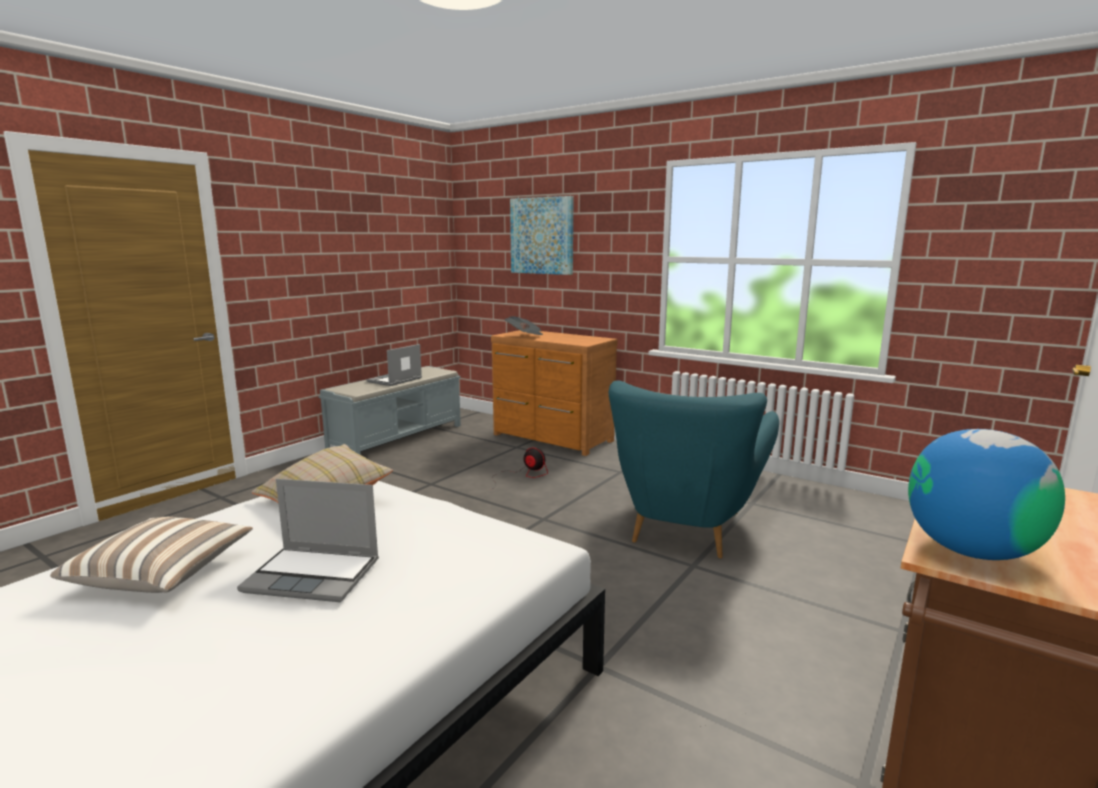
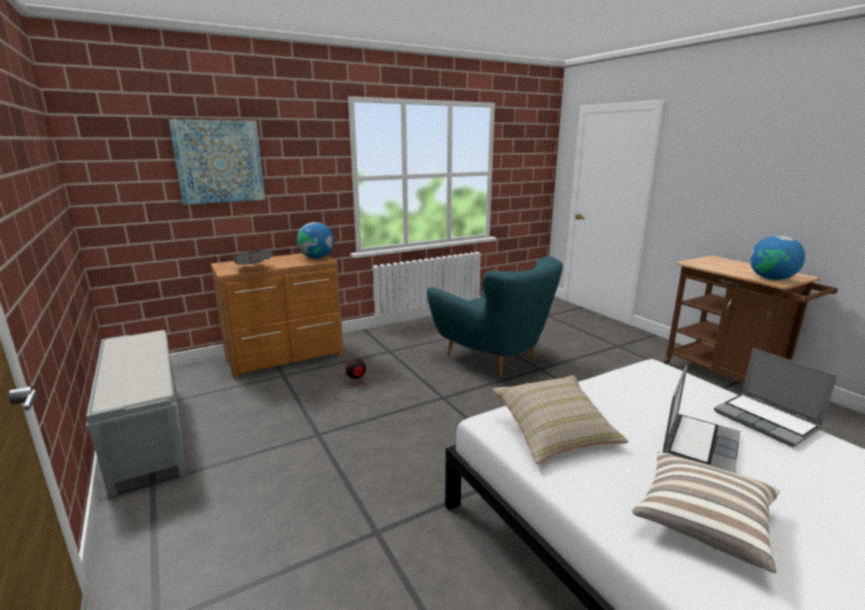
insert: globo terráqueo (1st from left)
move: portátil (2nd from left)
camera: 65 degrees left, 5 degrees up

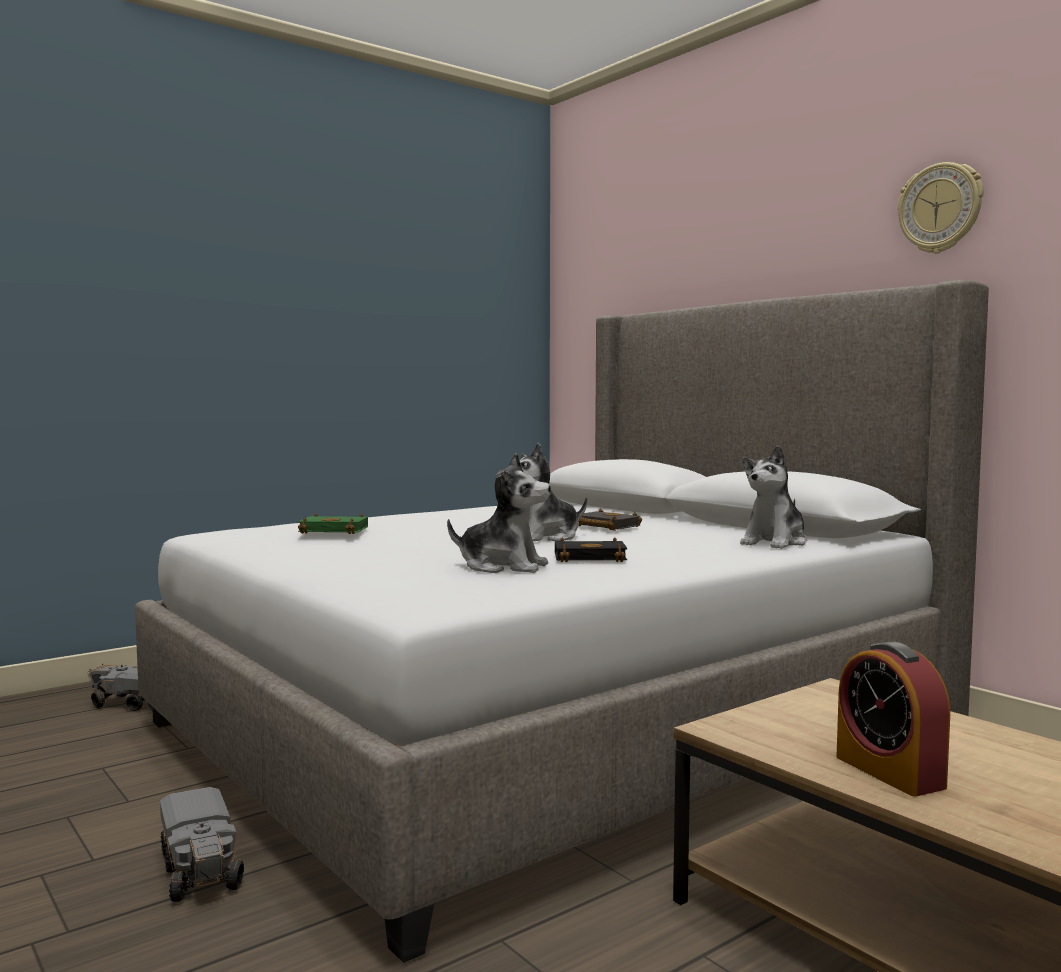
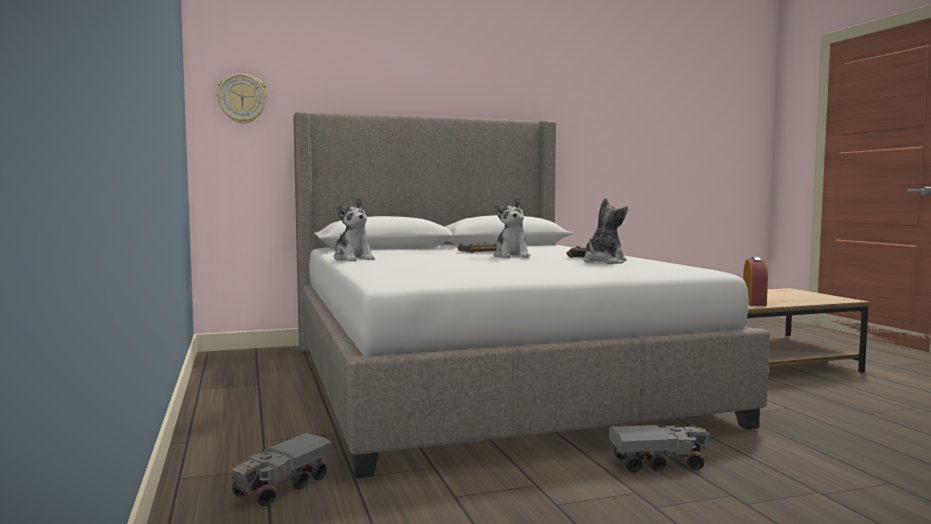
delete: libro (verde)
move: reloj de pared; peluche (3rd from left in the first image) to peluche (1st from left)
rotate: despertador 75 degrees counterclockwise
camera: 70 degrees left, 0 degrees up

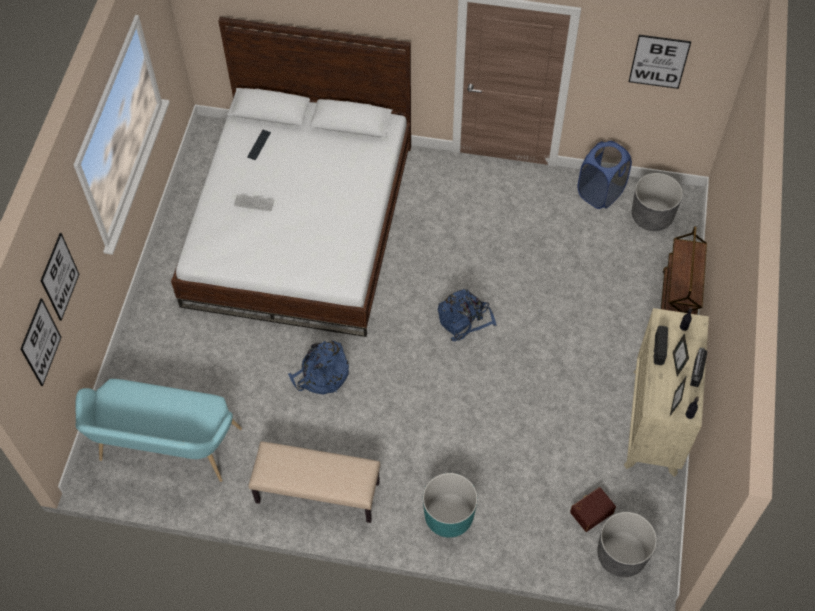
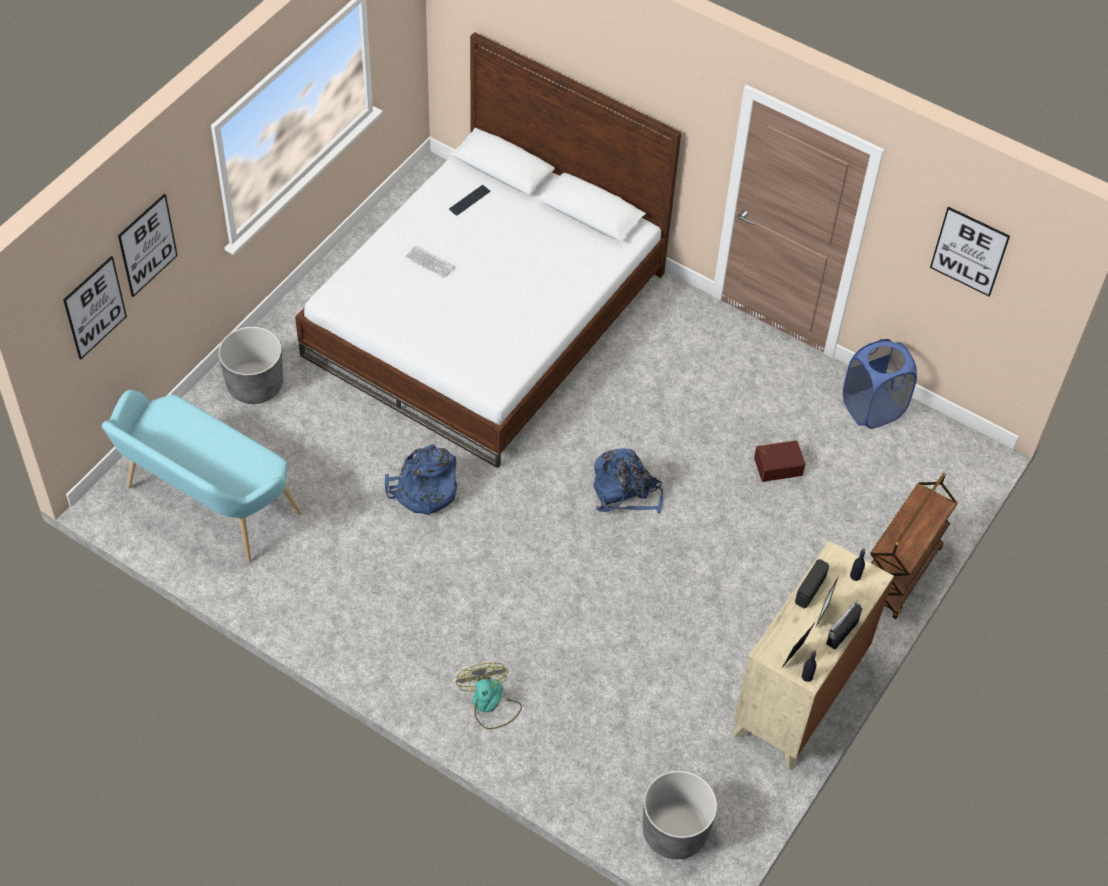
delete: banco (beis)
move: maceta (gris) (2nd from left in the first image) to maceta (gris) (1st from left); caja de almacenaje (marrón)
replace: maceta (turquesa) to ventilador
camera: 20 degrees right, 5 degrees down

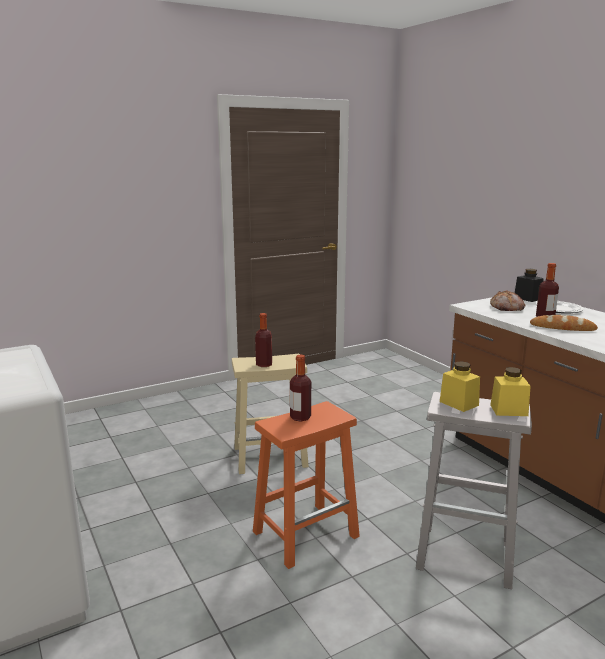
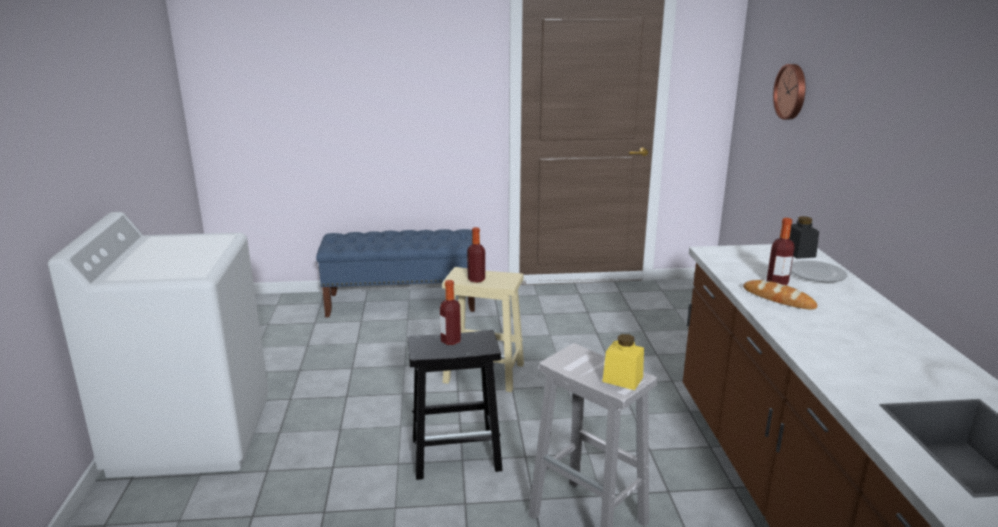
delete: pan (1st from left); tarro (amarillo) (1st from left)
insert: reloj de pared; banco (azul)
recolor: taburete (naranja) to taburete (negro)
camera: 25 degrees right, 5 degrees up

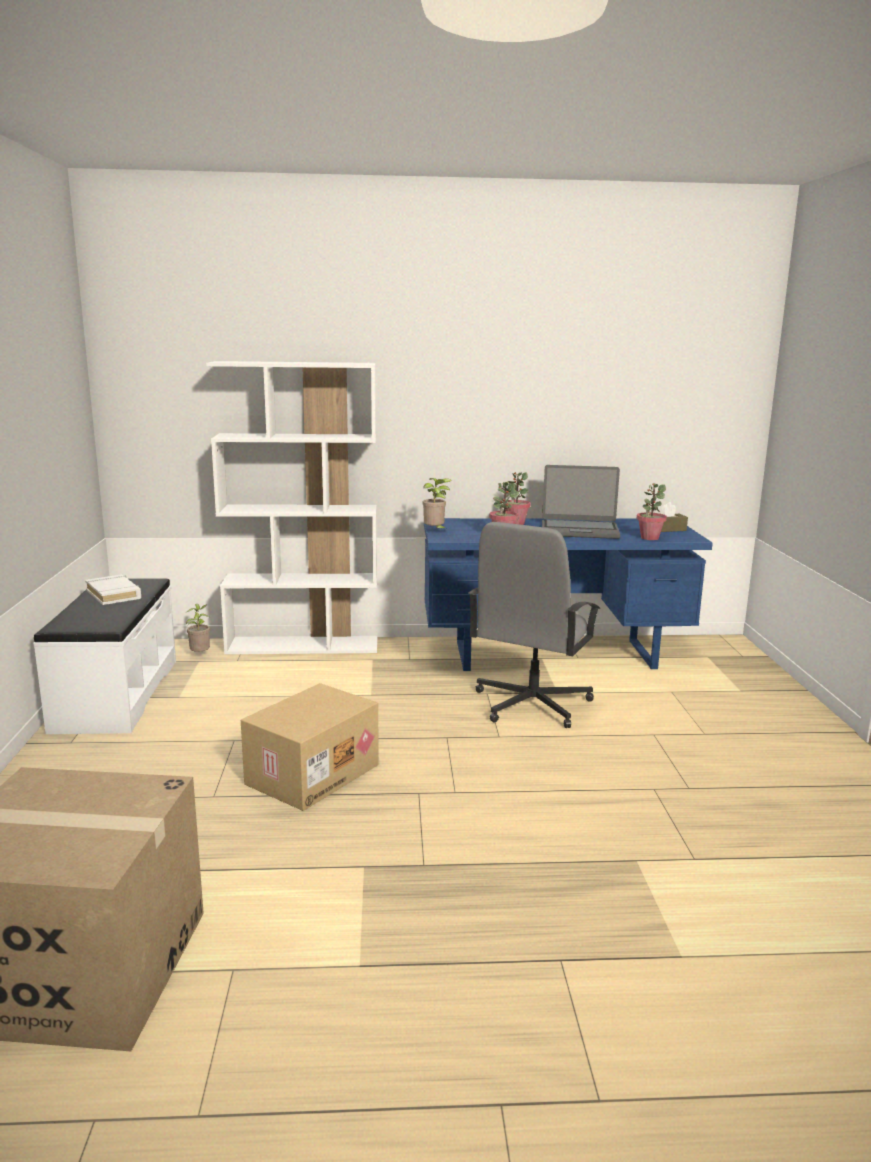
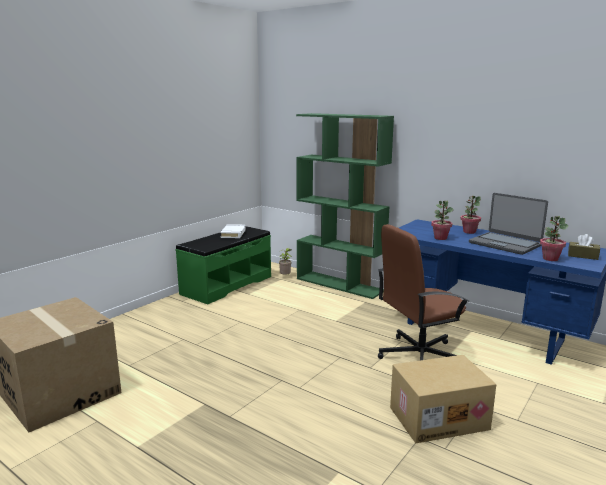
delete: planta en maceta (2nd from left)
move: caja de cartón (2nd from left)
recolor: estantería (blanco) to estantería (verde); silla de oficina (gris) to silla de oficina (marrón); banco (blanco) to banco (verde)
camera: 40 degrees right, 0 degrees up

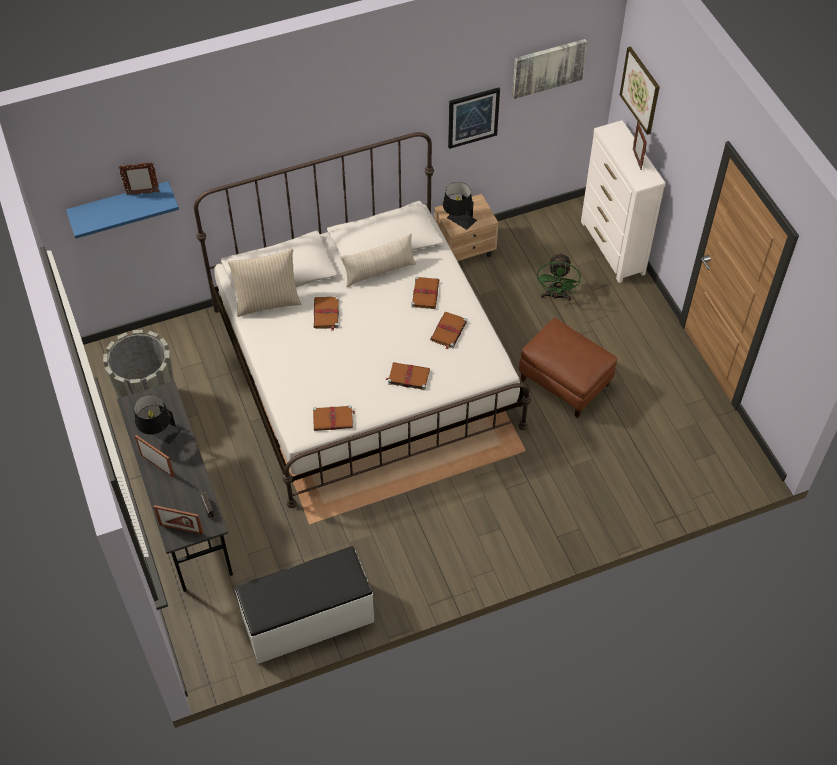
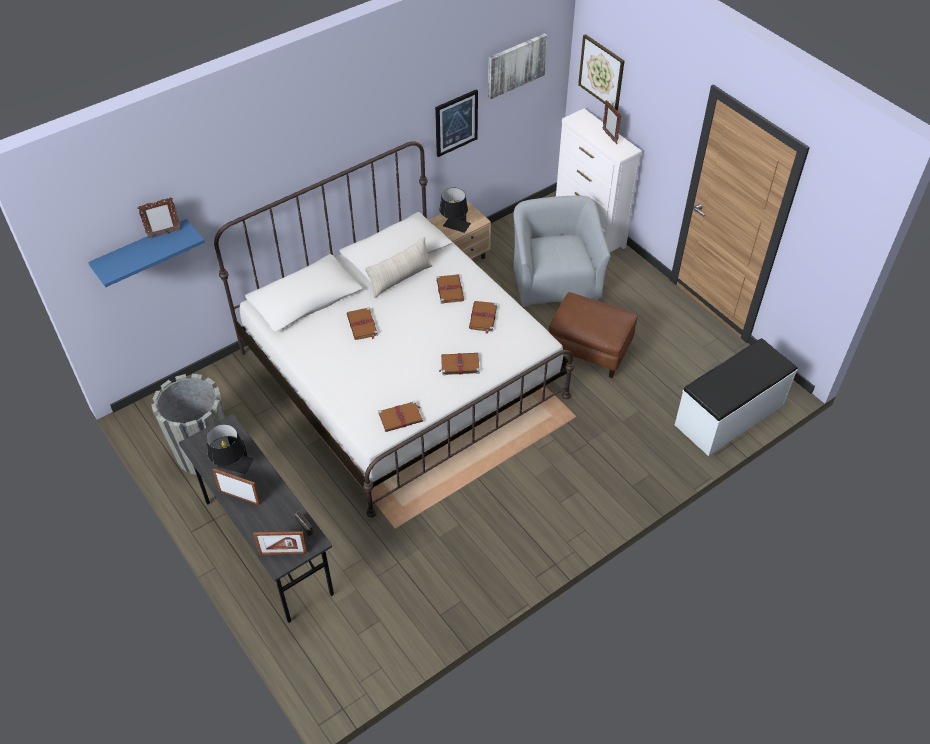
delete: cojín (beis) (1st from left)
move: banco (blanco)
replace: ventilador (verde) to sillón (gris)
camera: 15 degrees left, 5 degrees down

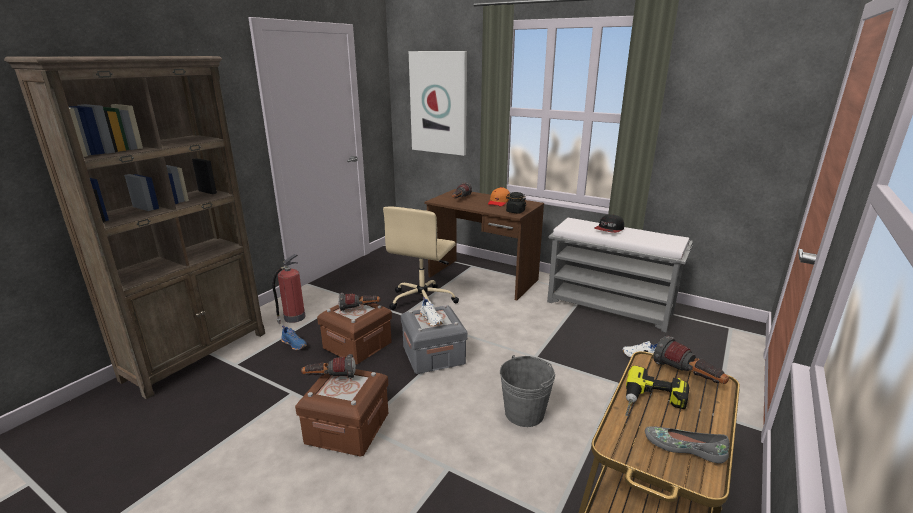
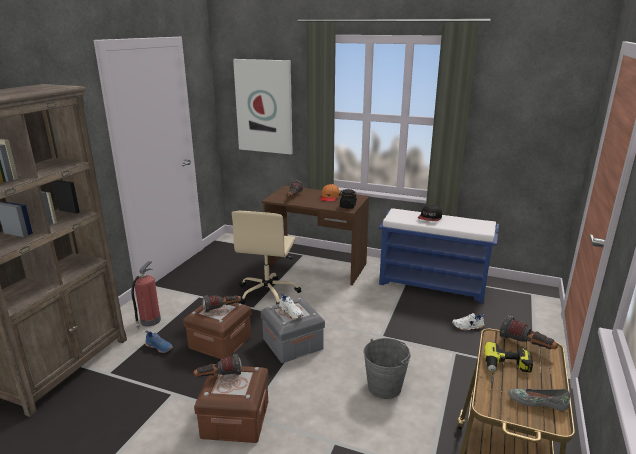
recolor: banco (gris) to banco (azul)
camera: 10 degrees left, 0 degrees up

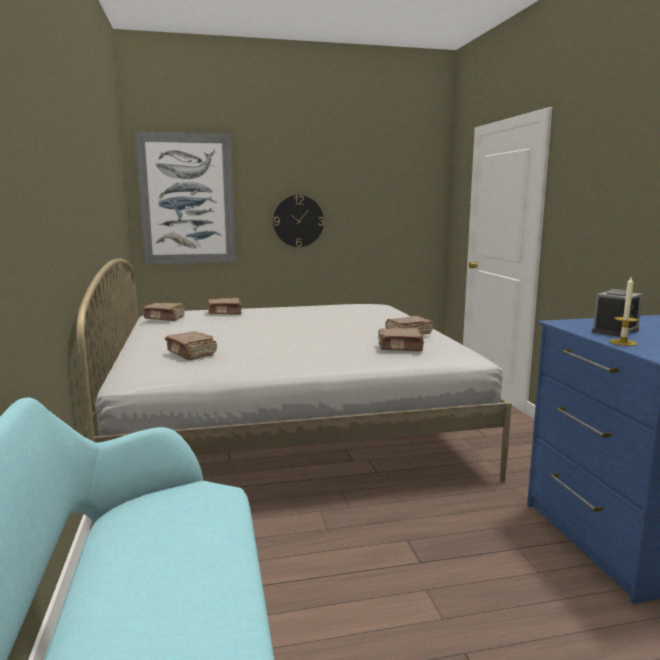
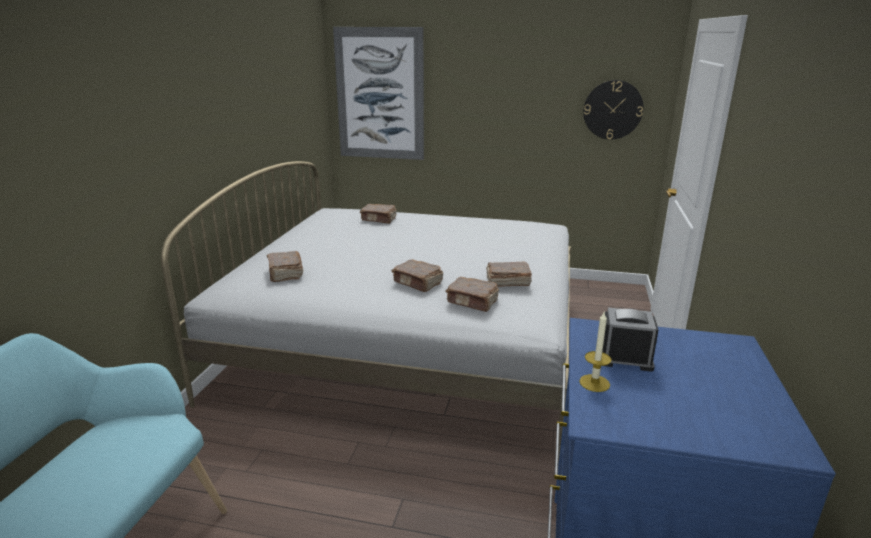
move: reloj de pared; libro (marrón) (1st from left in the first image) to libro (marrón) (3rd from left)
rotate: despertador 150 degrees counterclockwise
camera: 25 degrees right, 10 degrees up

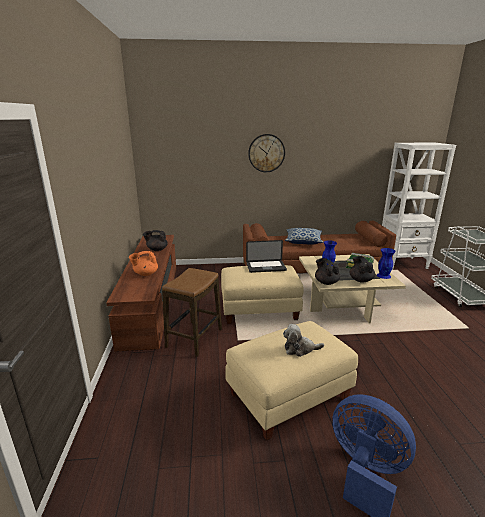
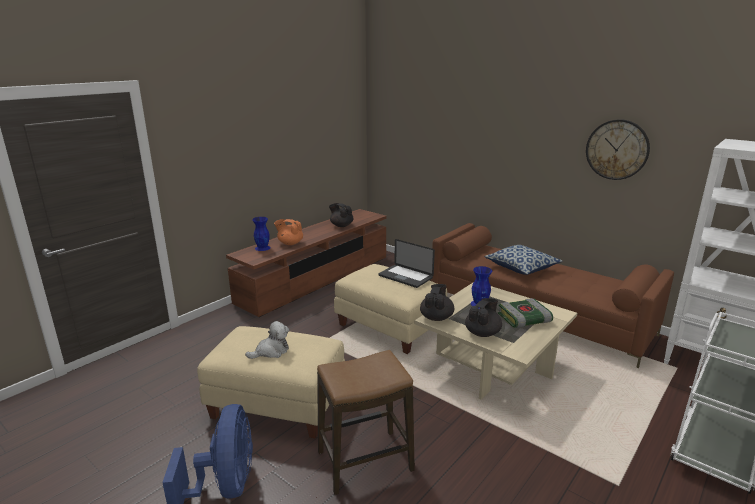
move: reloj de pared; florero (azul) (2nd from left in the first image) to florero (azul) (1st from left); taburete
rotate: peluche 105 degrees clockwise
camera: 45 degrees right, 0 degrees up

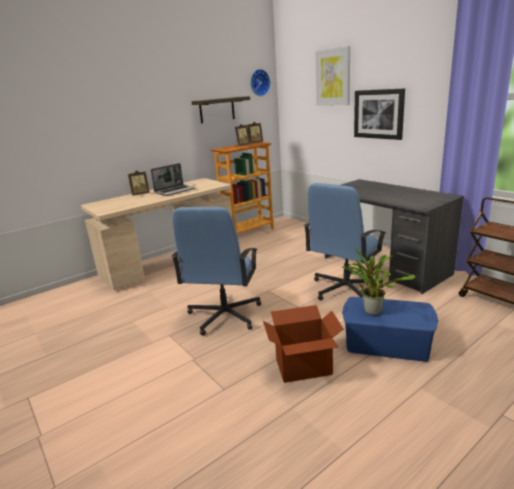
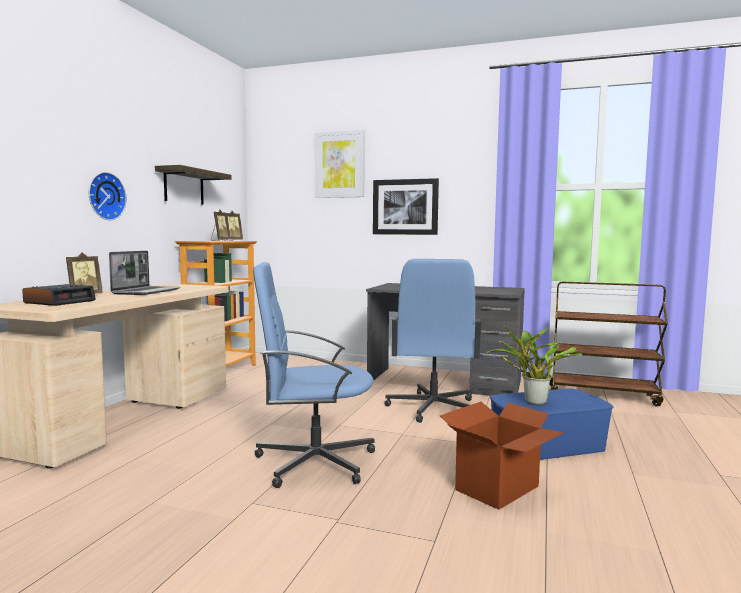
insert: despertador
move: reloj de pared
rotate: silla de oficina (azul) (1st from left) 105 degrees clockwise
camera: 35 degrees left, 15 degrees down

